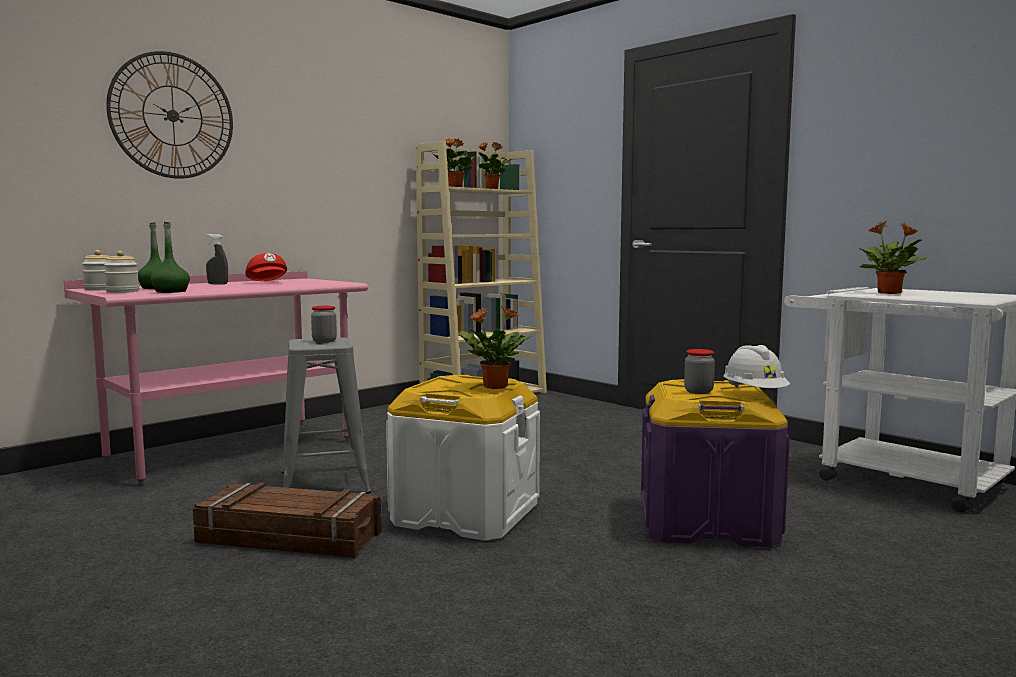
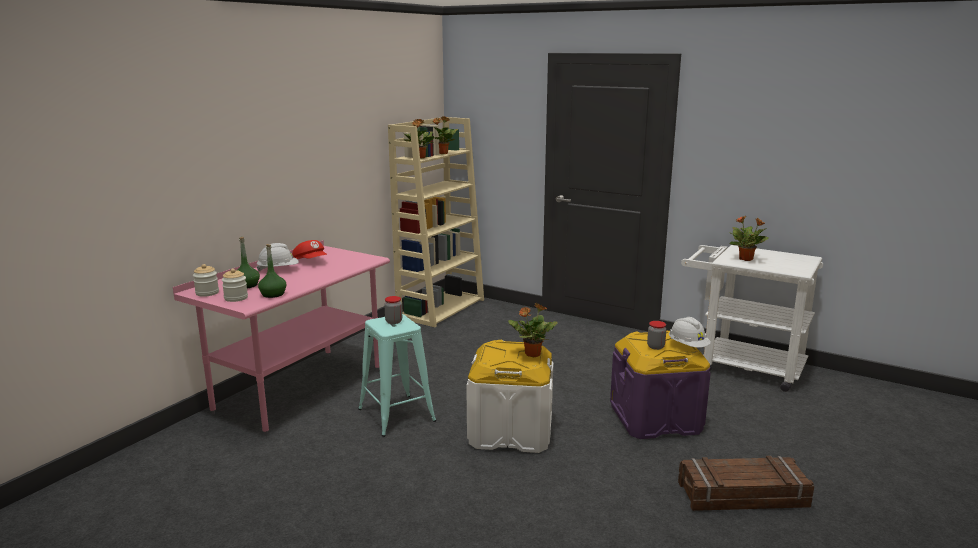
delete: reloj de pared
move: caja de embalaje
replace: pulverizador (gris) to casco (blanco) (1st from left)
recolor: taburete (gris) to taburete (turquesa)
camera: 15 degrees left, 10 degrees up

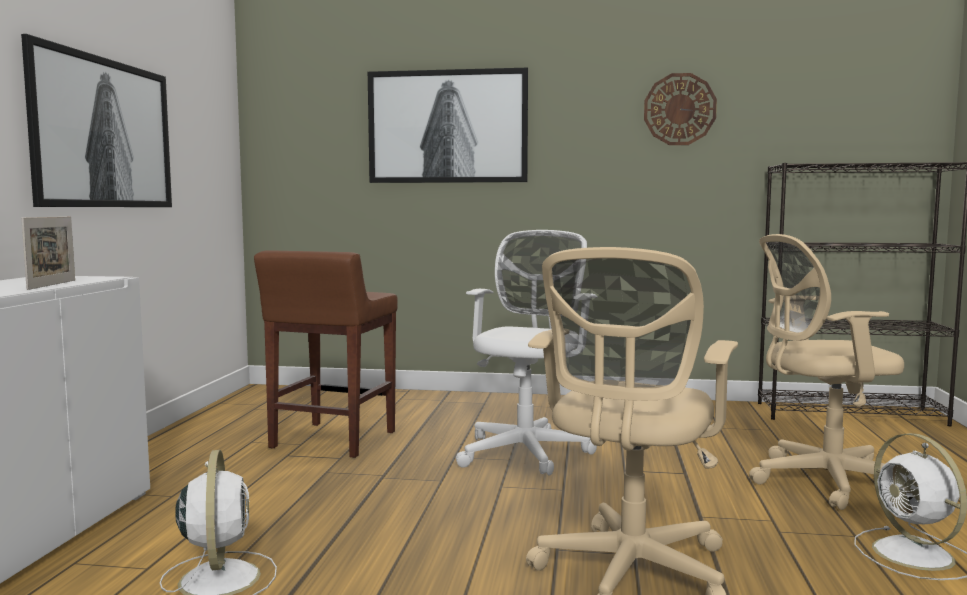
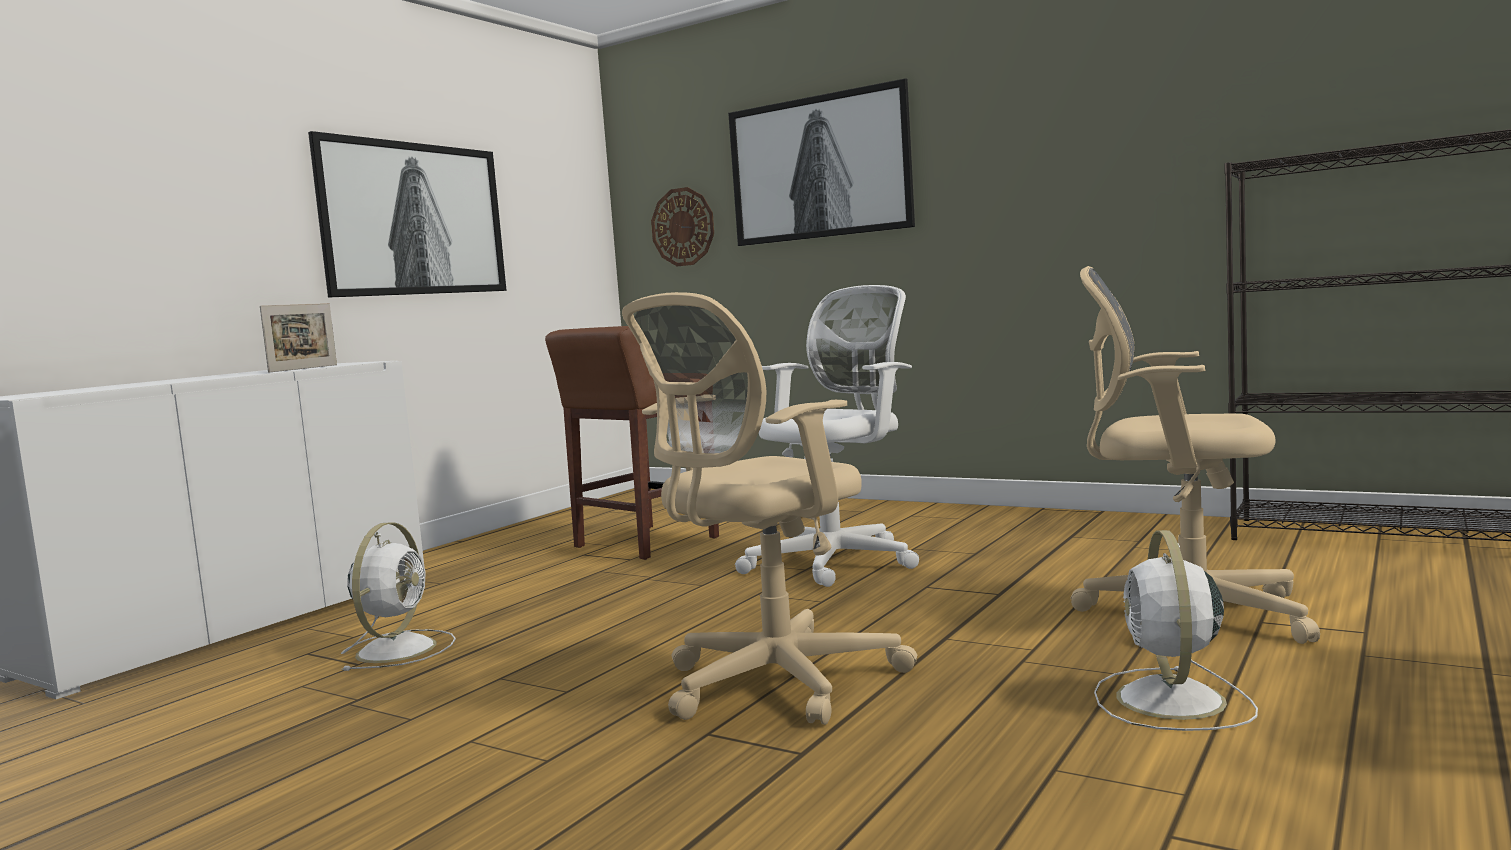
move: reloj de pared
camera: 25 degrees right, 0 degrees up

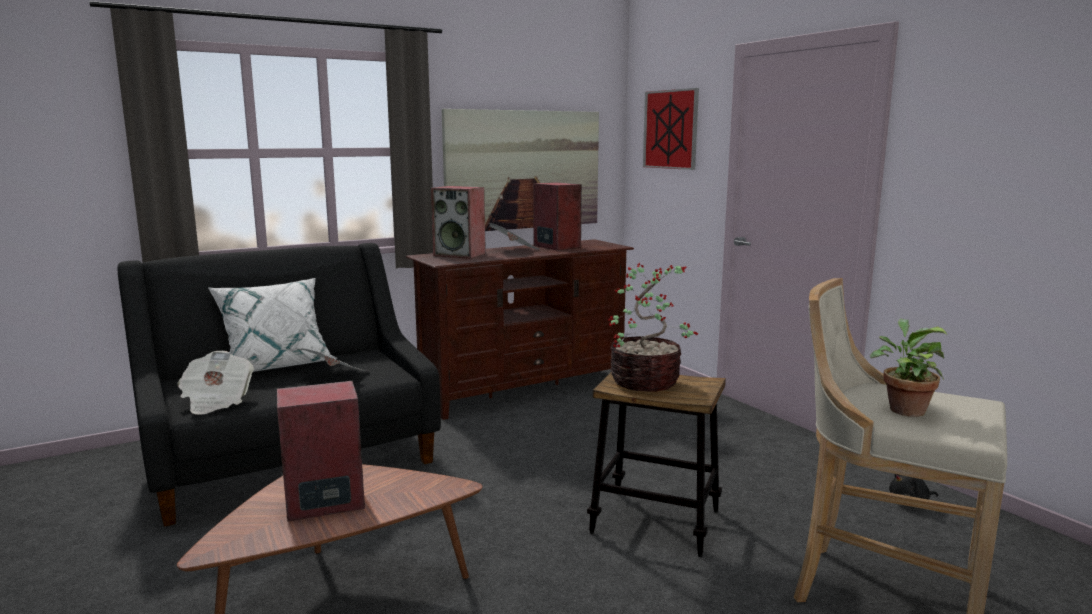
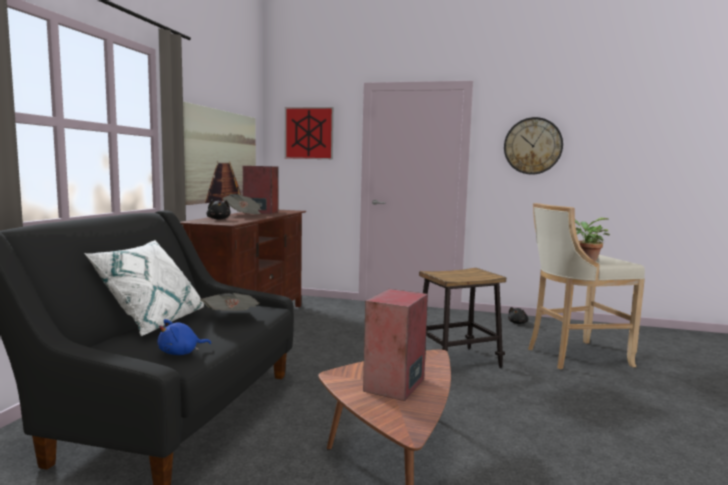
delete: planta en maceta (1st from left)
insert: reloj de pared
replace: altavoz (2nd from left) to peluche (negro) (1st from left); periódico (1st from left) to peluche (azul)
camera: 45 degrees left, 5 degrees down

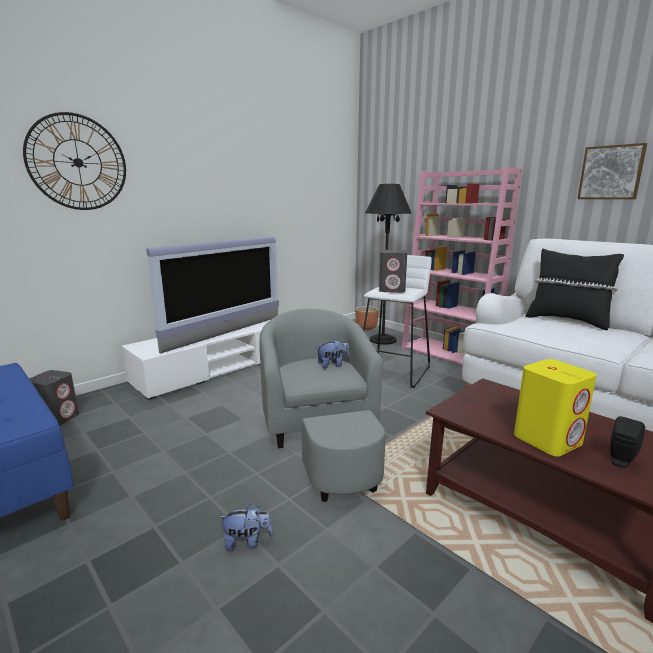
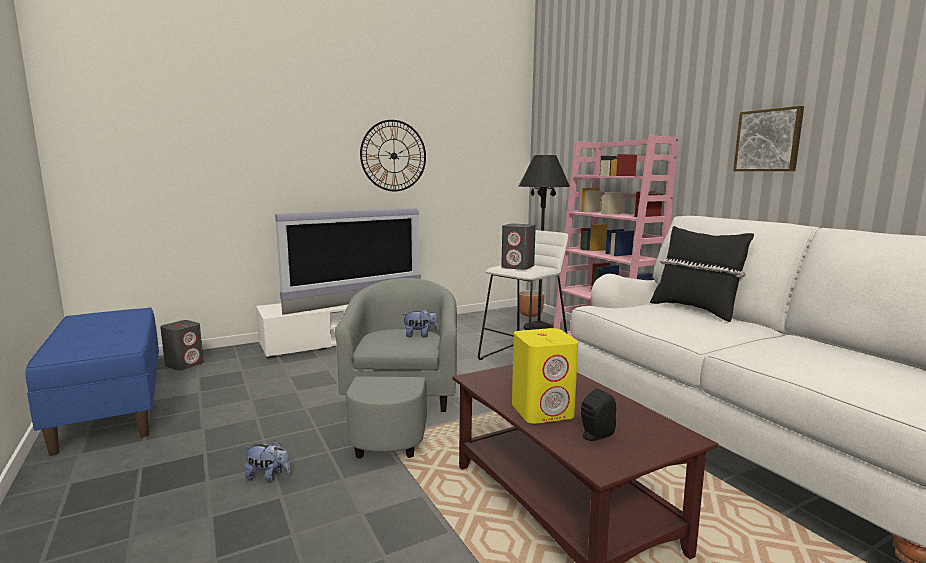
move: reloj de pared
camera: 15 degrees right, 5 degrees down

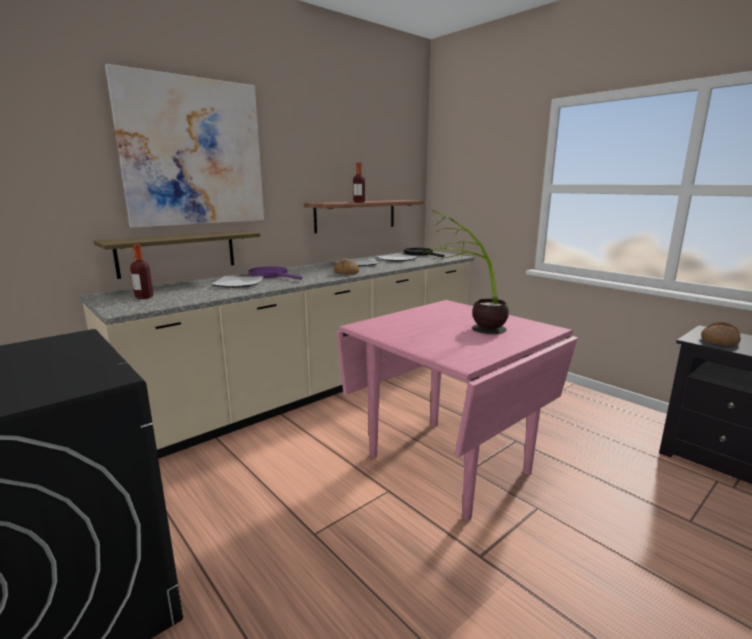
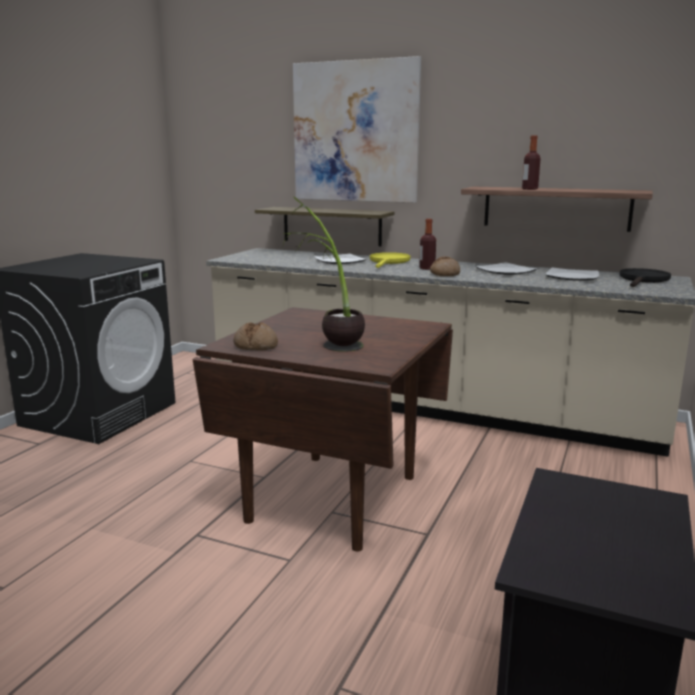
move: botella (1st from left); pan (2nd from left in the first image) to pan (1st from left)
recolor: sartén (morado) to sartén (amarillo); mesa de comedor (rosa) to mesa de comedor (marrón)
camera: 65 degrees right, 0 degrees up

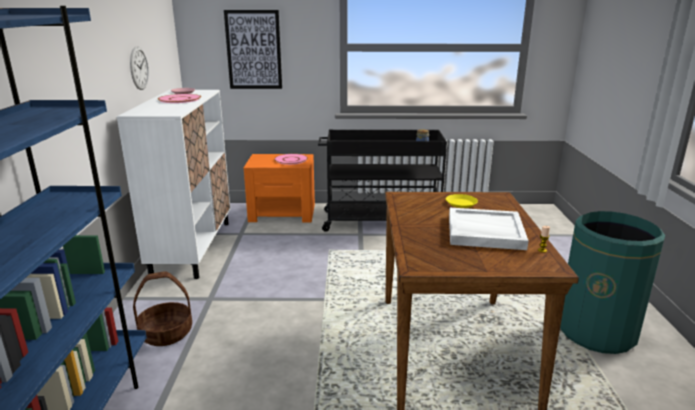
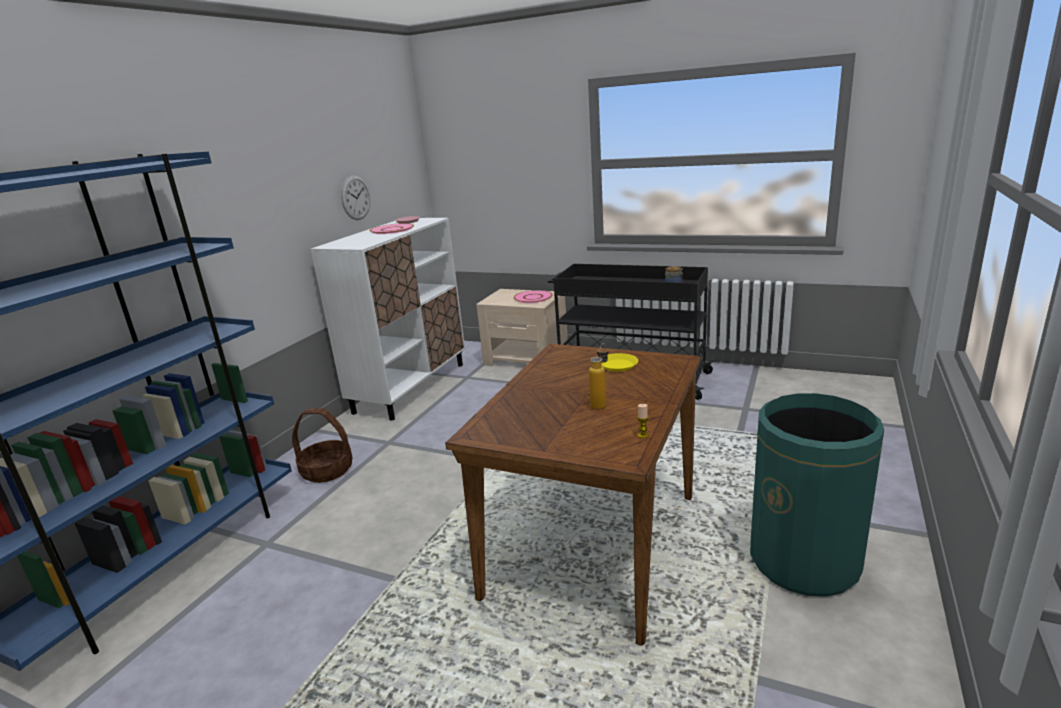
delete: cuadro
replace: bandeja (blanco) to botella
recolor: mesita de noche (naranja) to mesita de noche (beis)
camera: 25 degrees right, 0 degrees up

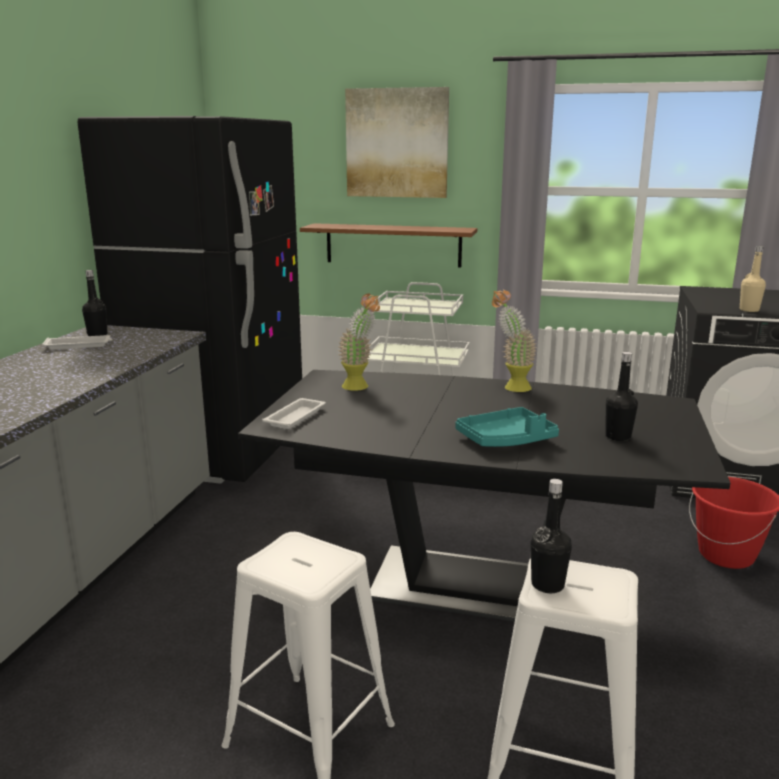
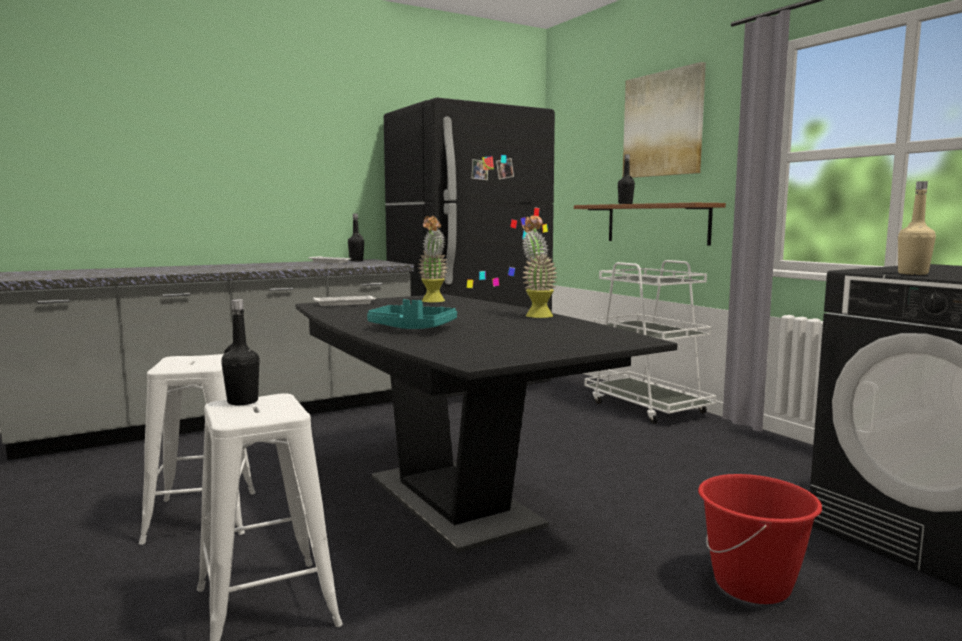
move: botella (negro) (3rd from left)
camera: 45 degrees right, 10 degrees down

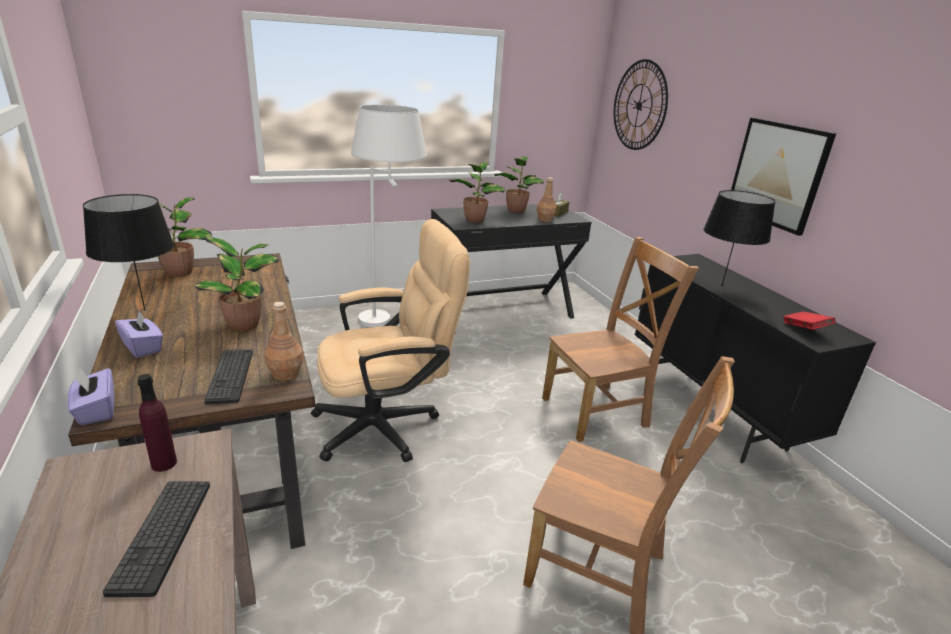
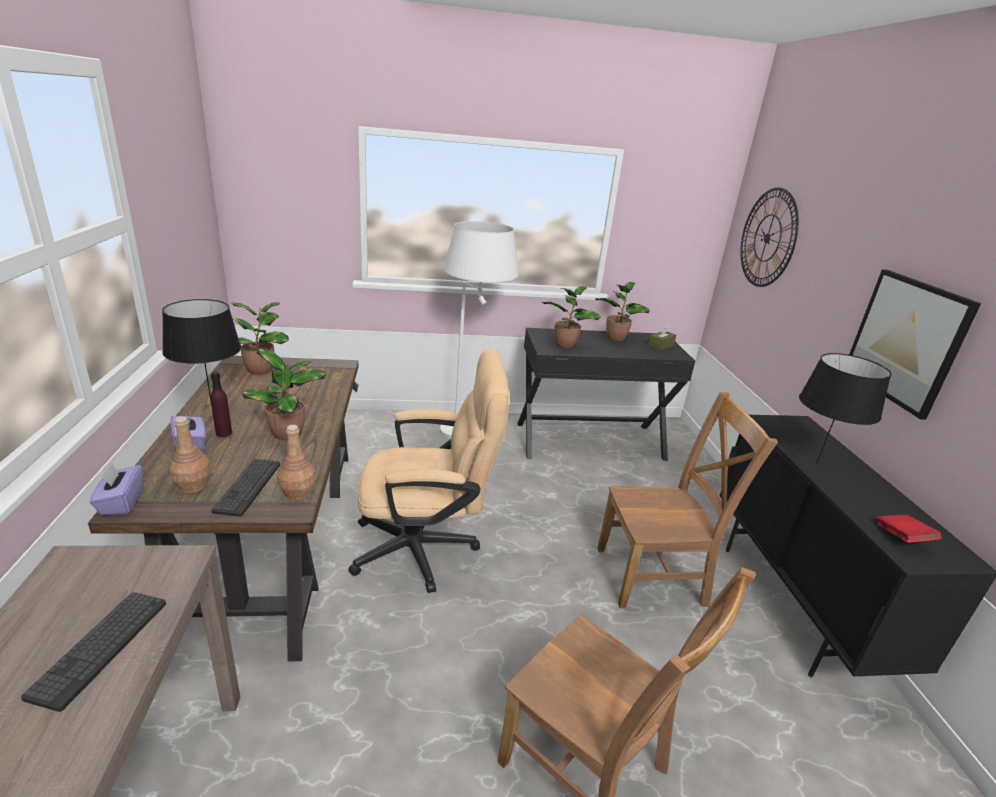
move: botella (marrón) (2nd from left in the first image) to botella (marrón) (1st from left); botella (morado)
camera: 15 degrees right, 0 degrees up

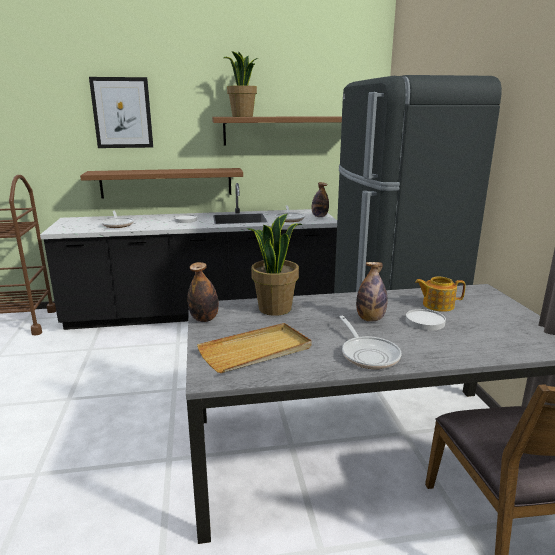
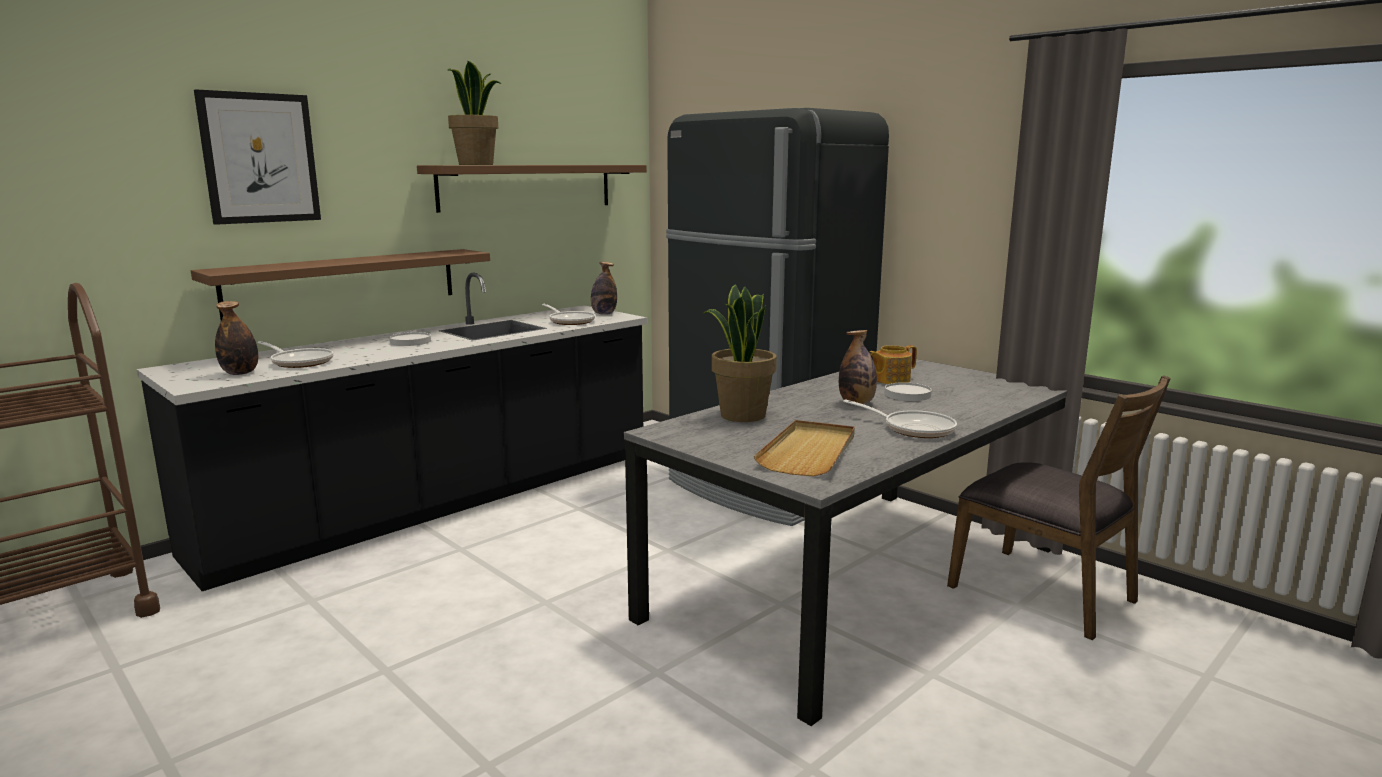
move: botella (1st from left)
camera: 35 degrees left, 5 degrees down

